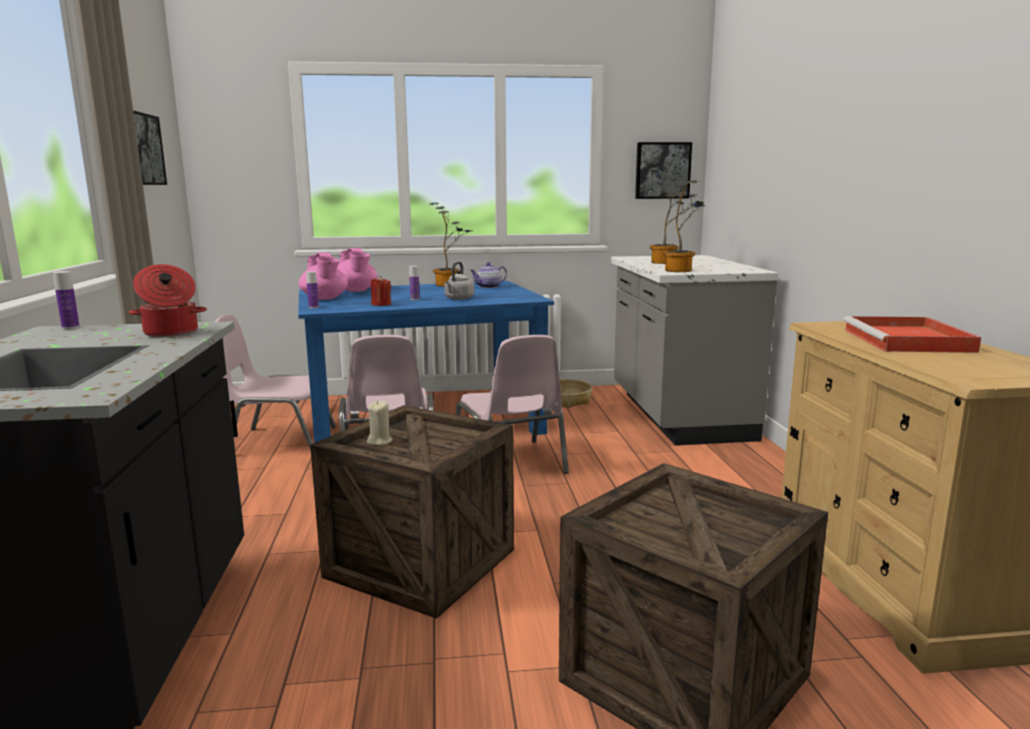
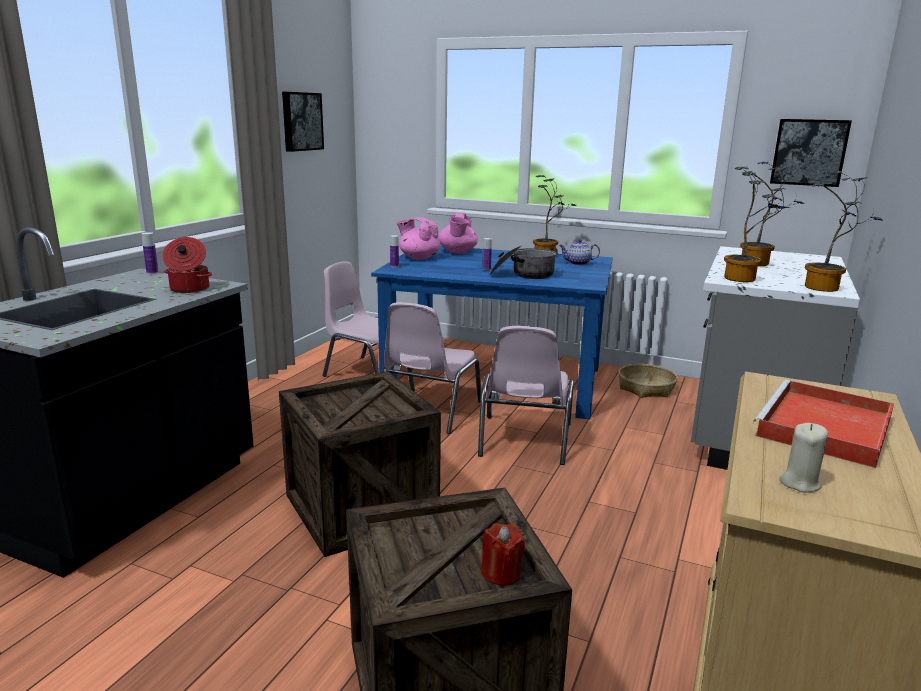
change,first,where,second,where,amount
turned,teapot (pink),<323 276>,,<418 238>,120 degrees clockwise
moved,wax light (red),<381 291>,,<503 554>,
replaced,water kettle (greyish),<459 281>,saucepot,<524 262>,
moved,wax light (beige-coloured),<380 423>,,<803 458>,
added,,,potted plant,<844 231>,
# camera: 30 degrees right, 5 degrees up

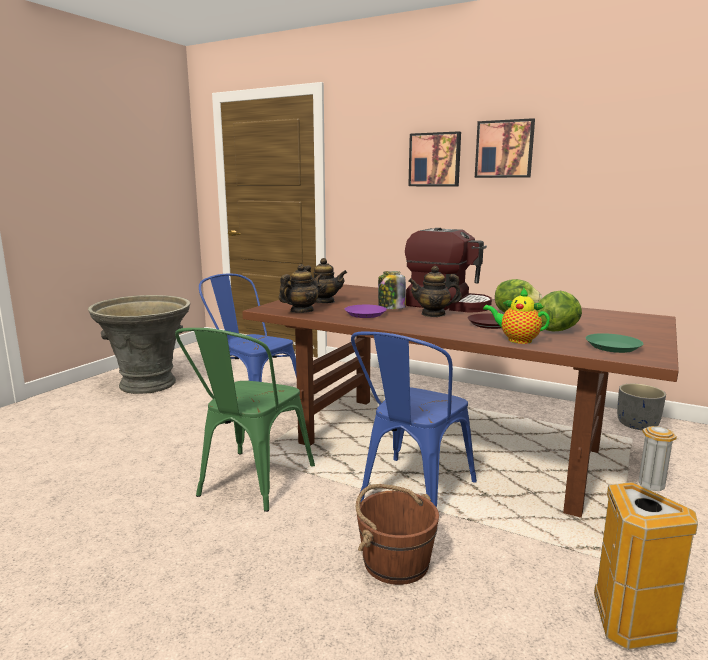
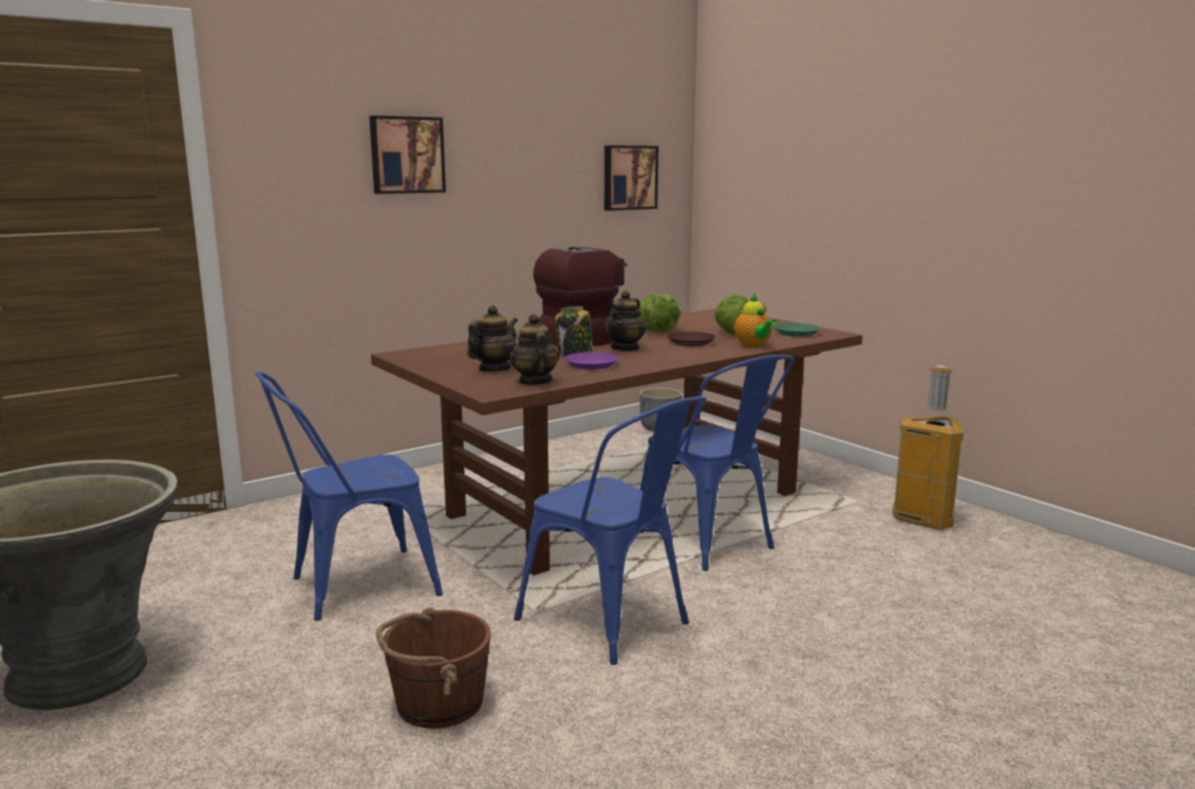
change,first,where,second,where,amount
moved,water bucket (brown),<397 534>,,<433 668>,
recoloured,plain chair (greenish),<245 420>,plain chair (blue-coloured),<610 530>,
moved,picture,<505 148>,,<631 178>,
turned,teapot,<516 316>,,<755 320>,75 degrees counterclockwise
# camera: 65 degrees left, 0 degrees up

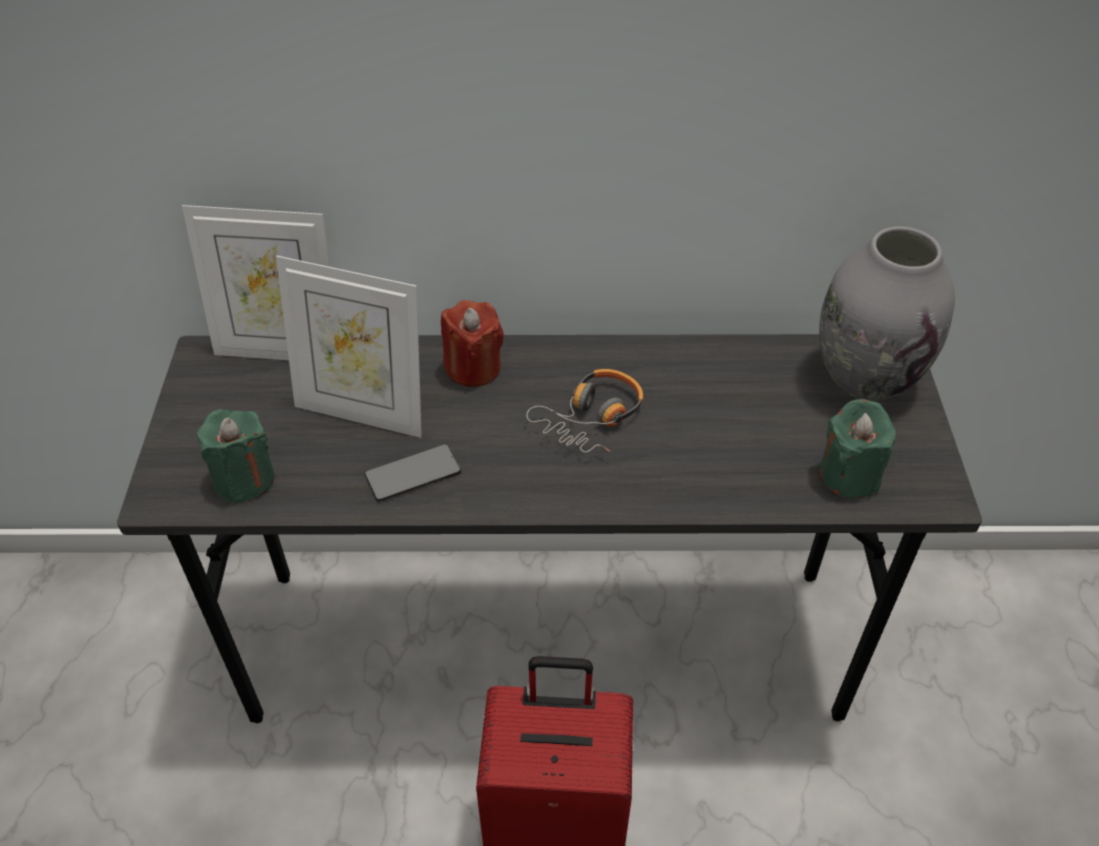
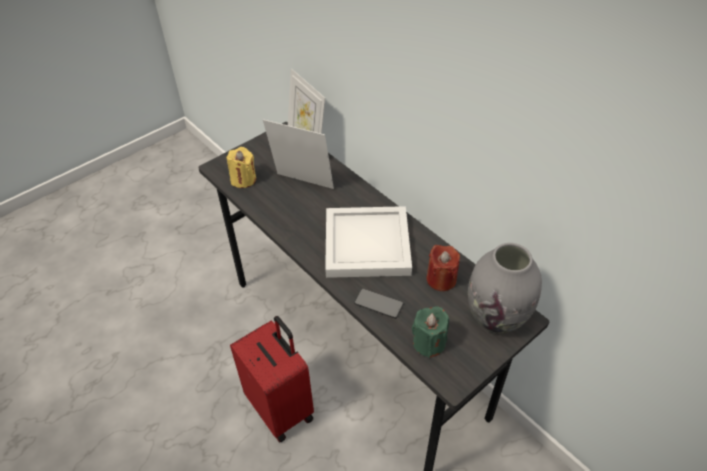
change,first,where,second,where,amount
recoloured,wax light (greenish),<236 456>,wax light (yellow),<241 167>,
turned,photo frame,<349 347>,,<298 154>,135 degrees clockwise
replaced,headphones,<585 411>,carrying tray (white-coloured),<368 242>,
moved,phone,<413 473>,,<379 303>,
moved,wax light (red),<472 343>,,<443 268>,
# camera: 50 degrees right, 0 degrees up

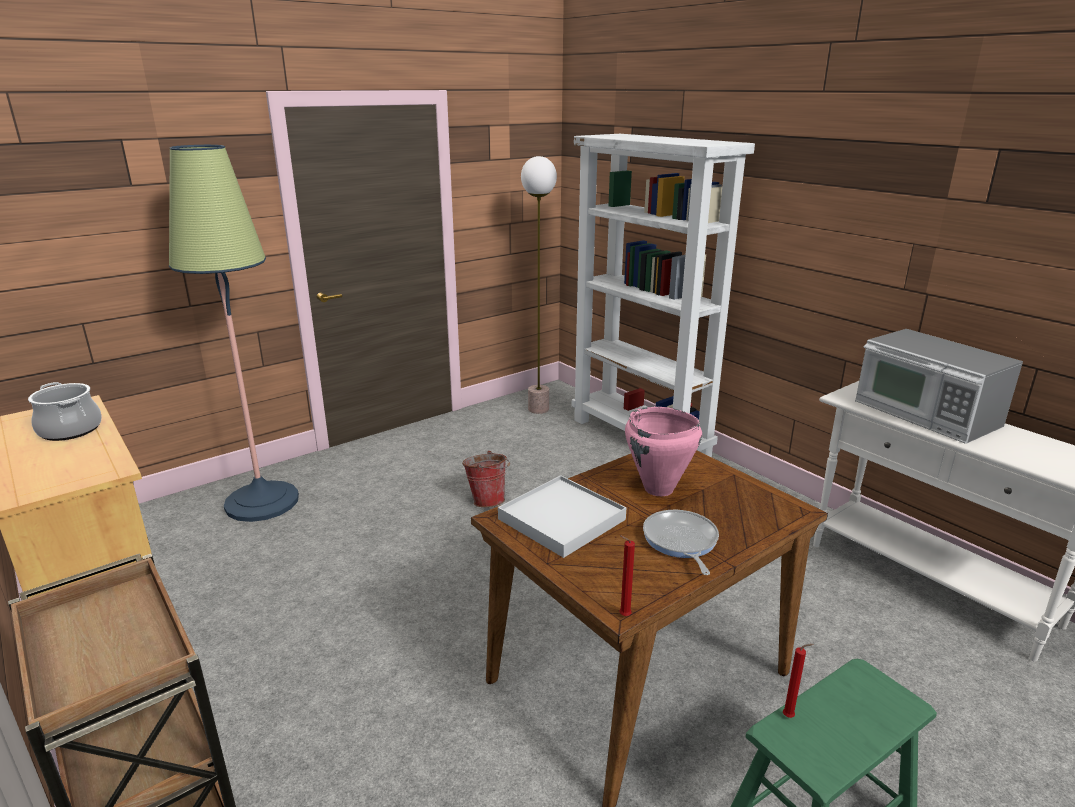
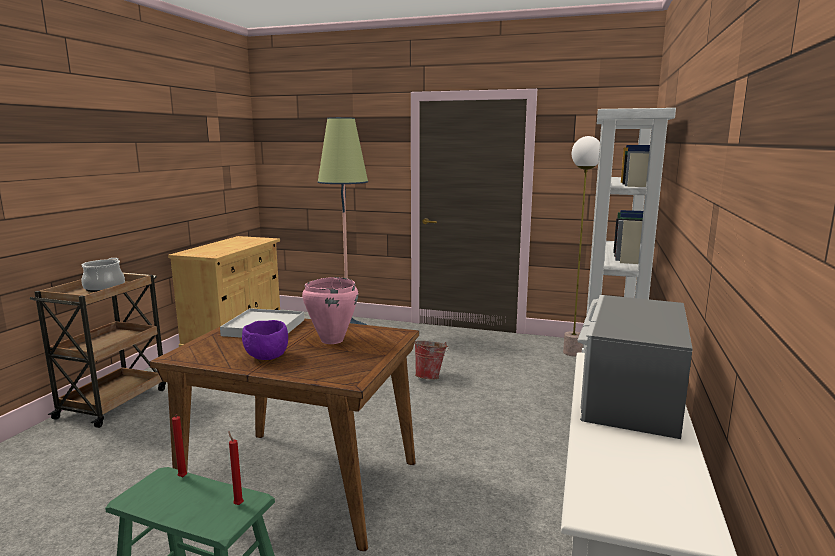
change,first,where,second,where,amount
moved,saucepot,<65 411>,,<103 275>,
moved,wax light (red),<627 575>,,<236 468>,
replaced,pan,<681 542>,bowl (purple),<265 340>,
# camera: 55 degrees right, 10 degrees down

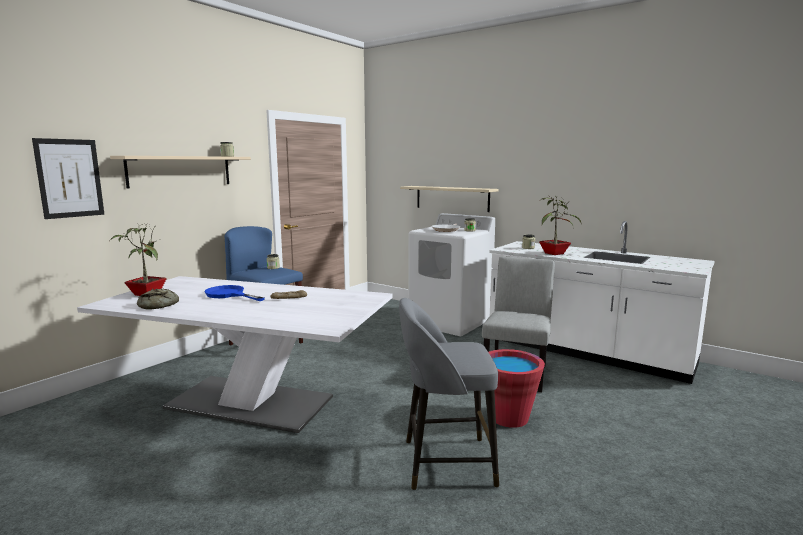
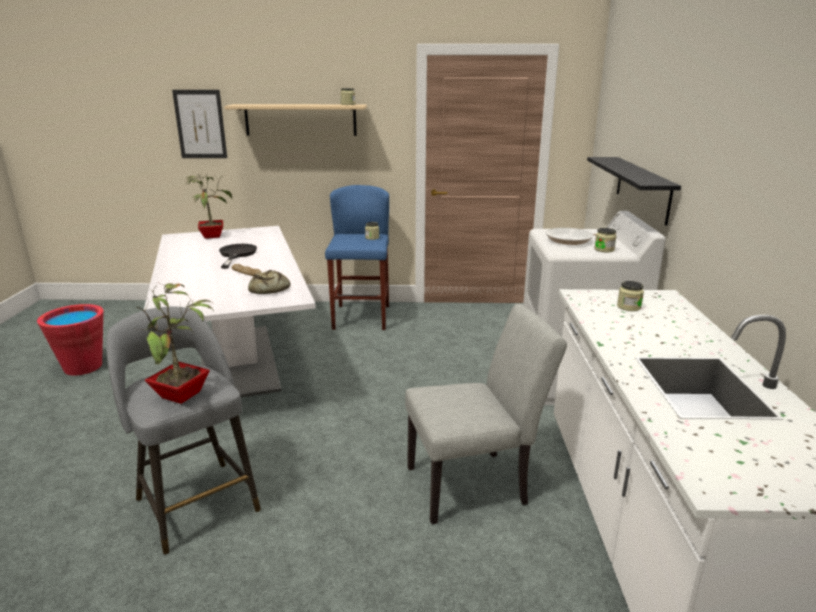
change,first,where,second,where,amount
moved,water bucket (red),<517 388>,,<70 340>,
moved,potted plant,<560 225>,,<175 343>,
recoloured,pan (blue-coloured),<234 293>,pan (black-coloured),<238 256>,
moved,bread,<158 299>,,<269 282>,
recoloured,bracket shelf (beige-coloured),<449 199>,bracket shelf (black-coloured),<634 191>,
# camera: 55 degrees right, 10 degrees up

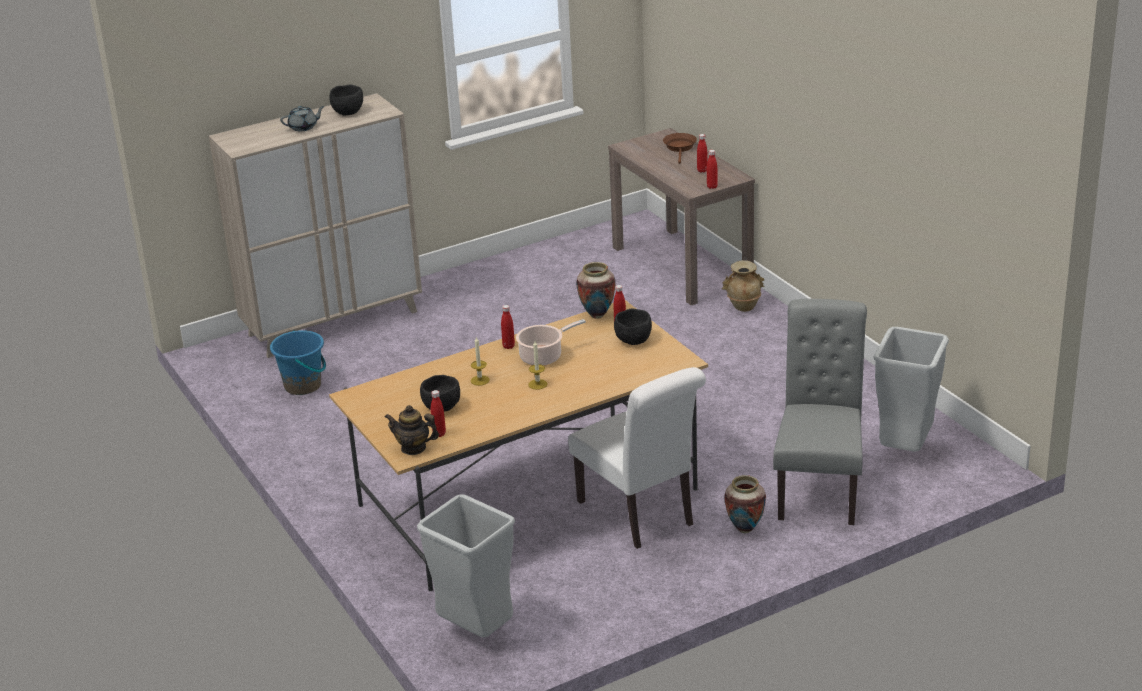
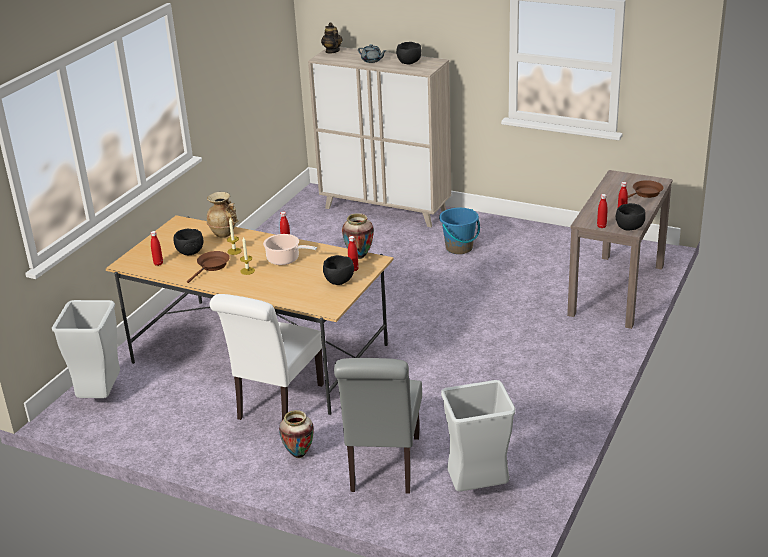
change,first,where,second,where,amount
added,,,pan (brown),<208 267>,
moved,vase (beige-coloured),<743 286>,,<223 215>,
moved,teapot,<412 430>,,<331 37>,
turned,plain chair (greyish),<820 412>,,<378 426>,120 degrees clockwise
moved,water bucket (blue-coloured),<298 362>,,<459 231>,
added,,,bowl (black-coloured),<631 217>,
# camera: 55 degrees right, 0 degrees up

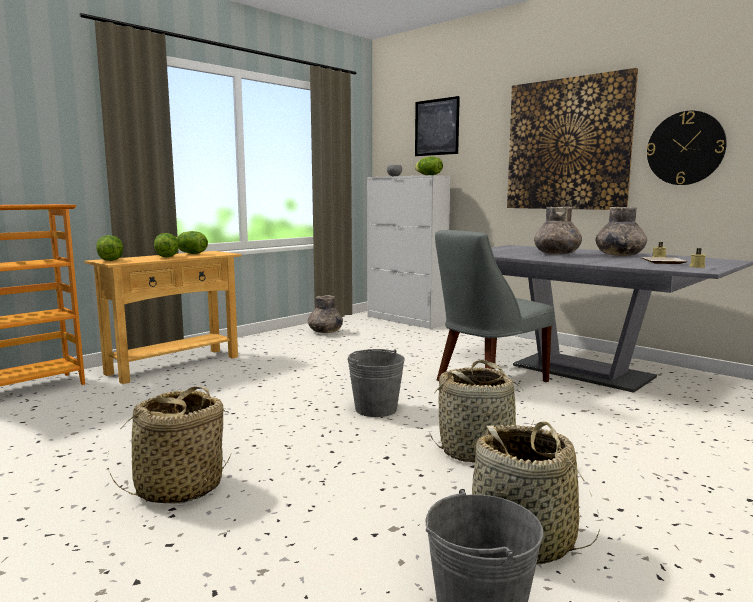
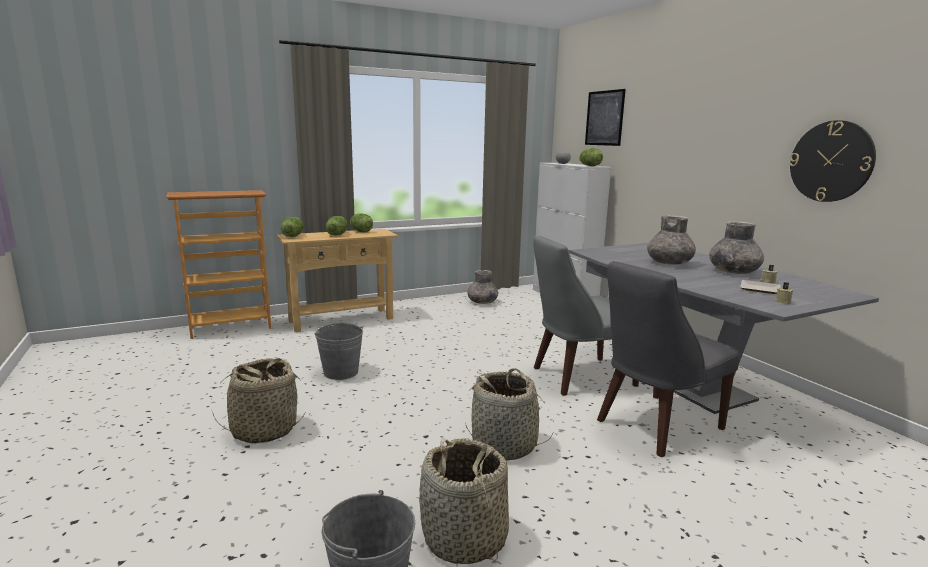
change,first,where,second,where,amount
moved,water bucket (greyish),<376 383>,,<339 351>,
added,,,plain chair (greyish),<668 359>,
removed,picture,<572 139>,,,
# camera: 20 degrees right, 5 degrees up

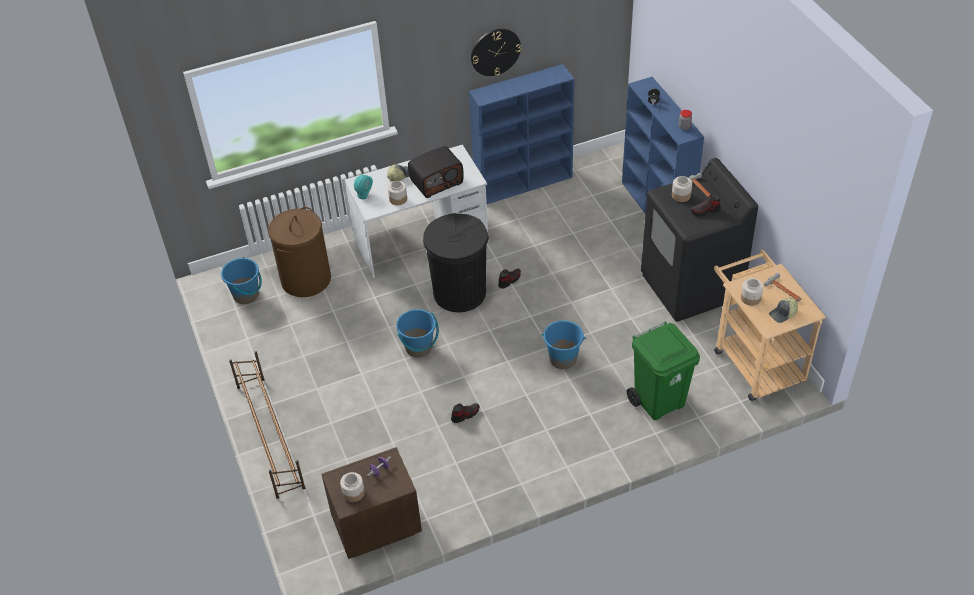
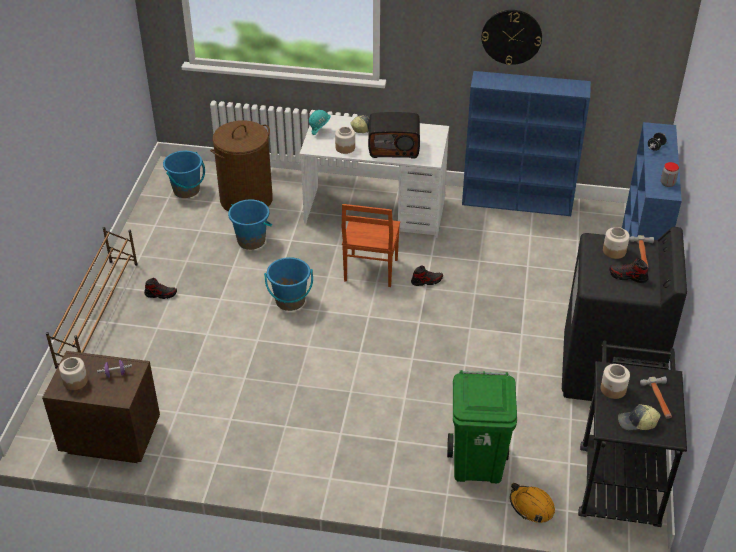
change,first,where,second,where,amount
moved,item of footwear,<465 413>,,<160 288>,
moved,water bucket (blue-coloured),<563 344>,,<250 224>,
replaced,rubbish bin (black-coloured),<456 262>,plain chair (brown),<371 245>,
added,,,safety helmet (orange-coloured),<532 503>,
recoloured,wheeled cart (beige-coloured),<770 325>,wheeled cart (black-coloured),<632 433>,
# camera: 30 degrees right, 5 degrees down

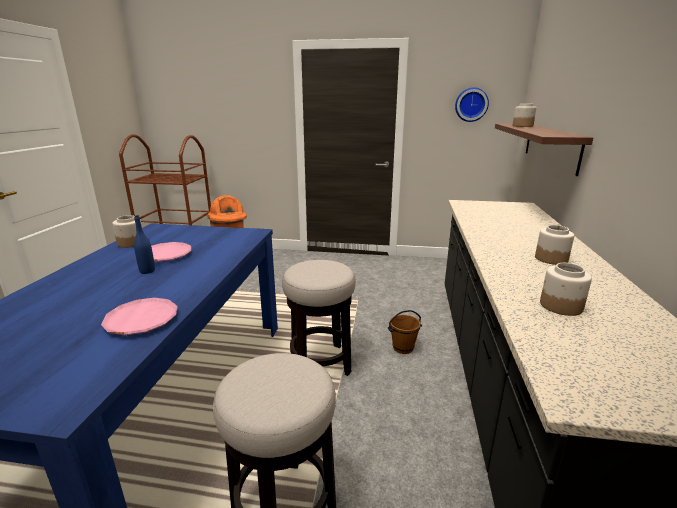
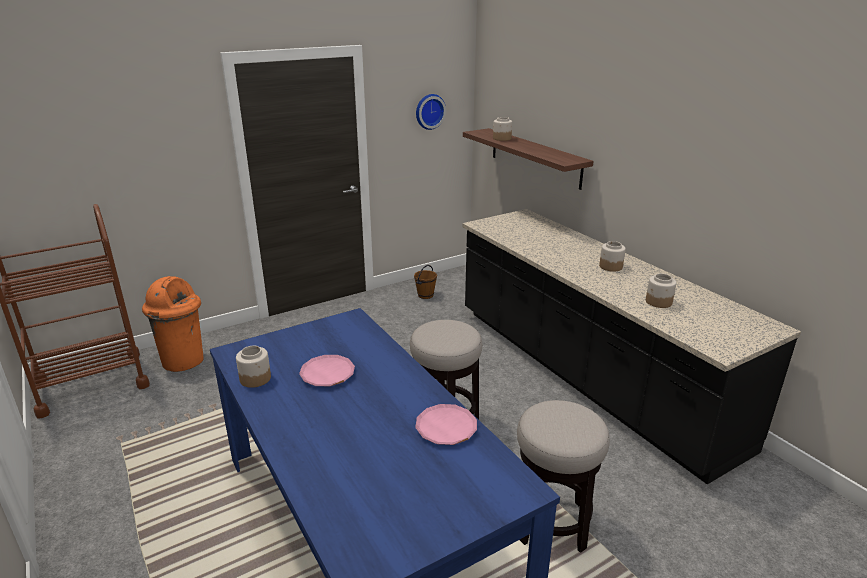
change,first,where,second,where,amount
moved,water bucket (brown),<405 332>,,<425 282>,
removed,beverage bottle (blue-coloured),<144 244>,,,
# camera: 40 degrees left, 5 degrees up

